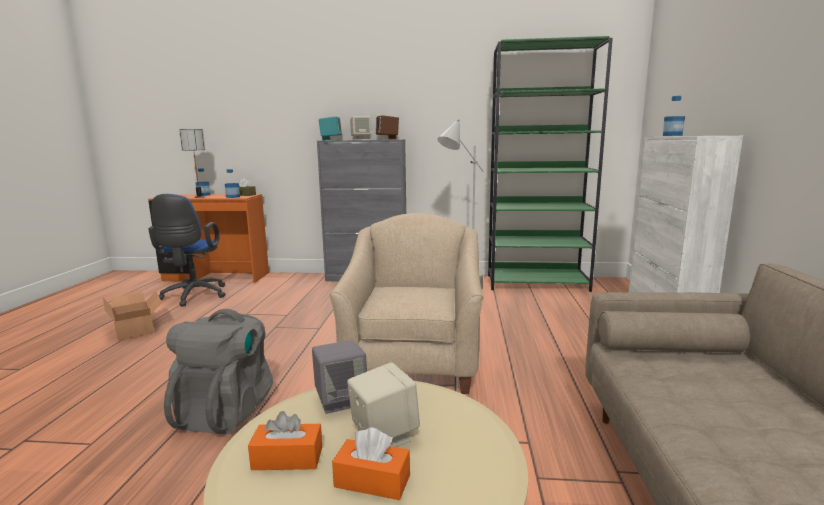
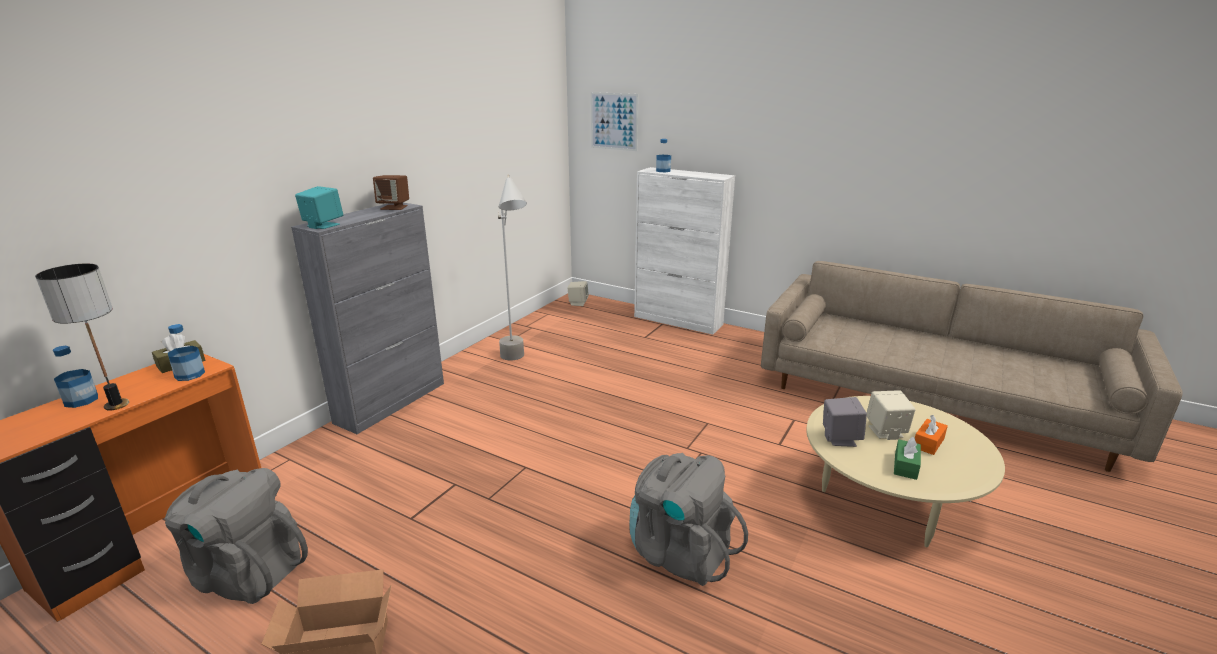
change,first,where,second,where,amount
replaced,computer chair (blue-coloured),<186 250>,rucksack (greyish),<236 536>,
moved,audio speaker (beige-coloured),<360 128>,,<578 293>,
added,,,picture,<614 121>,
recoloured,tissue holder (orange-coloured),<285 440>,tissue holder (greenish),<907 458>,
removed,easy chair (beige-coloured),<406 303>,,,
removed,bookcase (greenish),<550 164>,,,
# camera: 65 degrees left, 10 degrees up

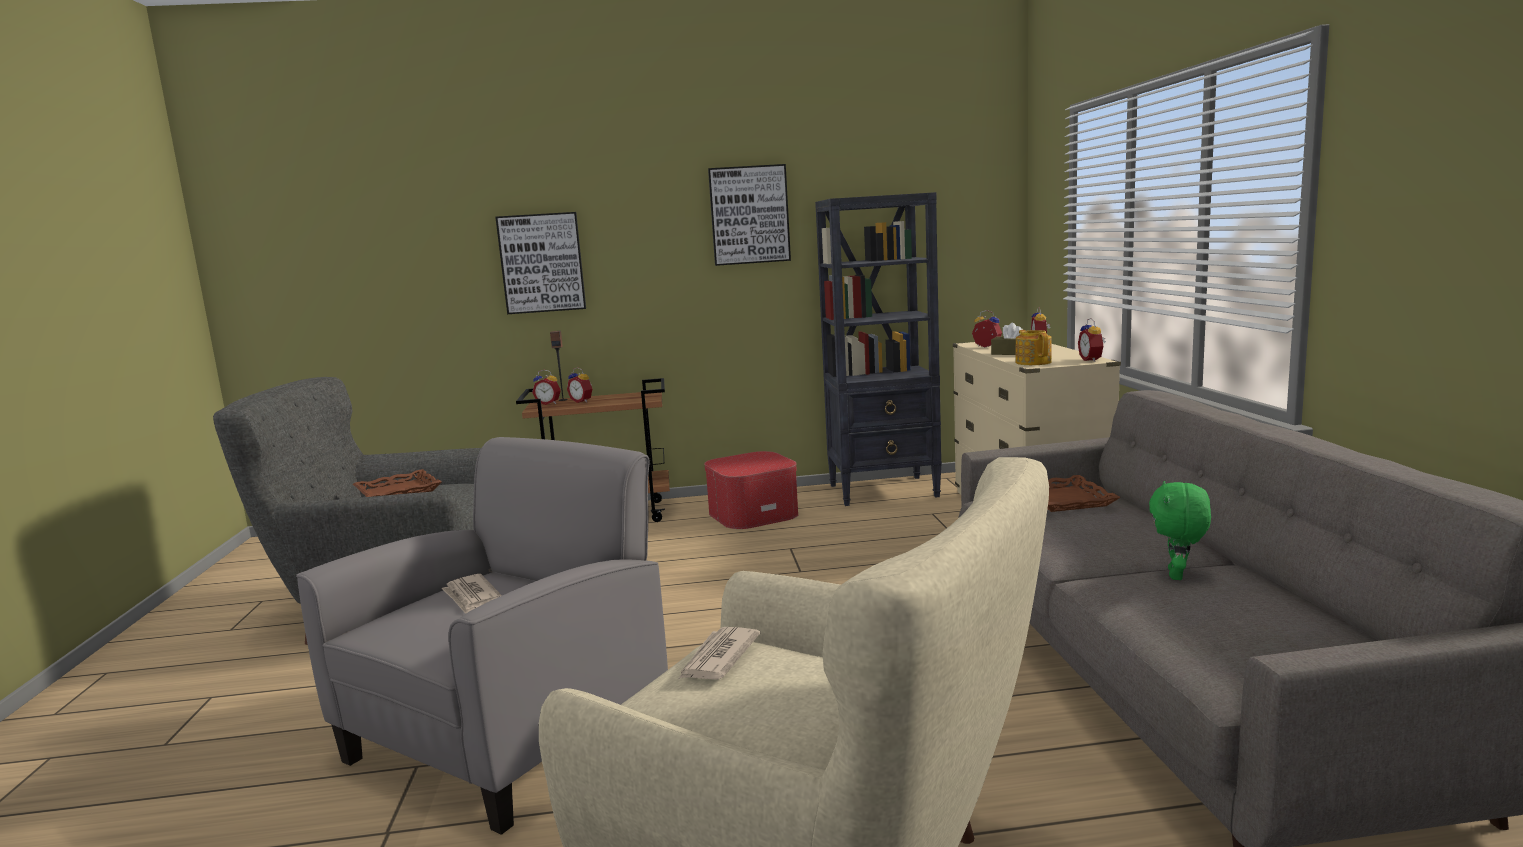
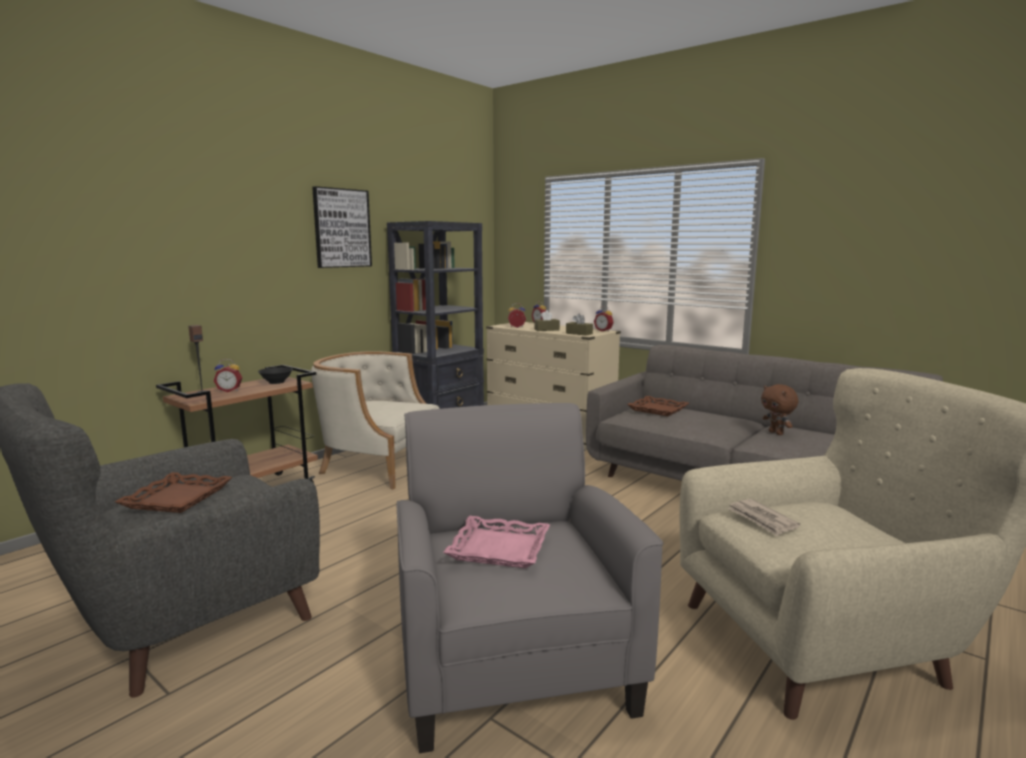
change,first,where,second,where,amount
added,,,bowl (black-coloured),<275 375>,
replaced,ottoman,<751 490>,easy chair (beige-coloured),<375 420>,
replaced,newspaper,<471 594>,carrying tray (pink),<496 542>,
replaced,teapot,<1033 347>,tissue holder (brown),<579 324>,
recoloured,plush toy (greenish),<1180 530>,plush toy (brown),<779 409>,
removed,picture,<540 263>,,,
removed,bedside clock,<546 387>,,,
# camera: 45 degrees left, 0 degrees up

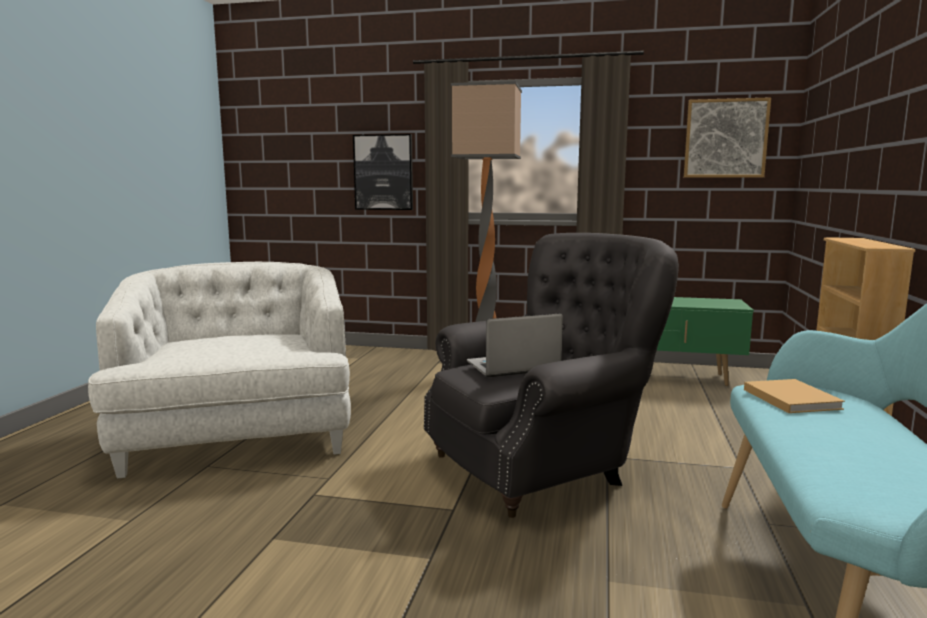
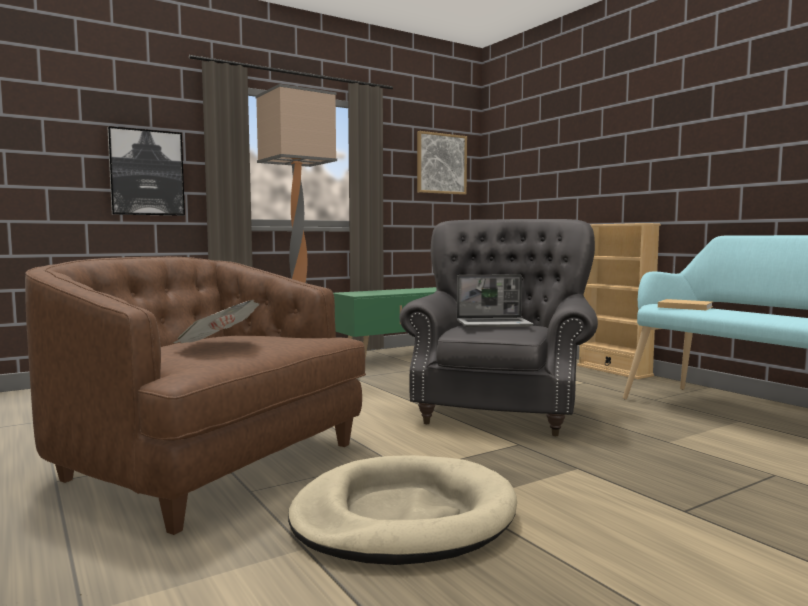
change,first,where,second,where,amount
recoloured,easy chair (white-coloured),<219 370>,easy chair (brown),<195 395>,
added,,,newspaper,<216 321>,
added,,,dog cushion (beige-coloured),<402 510>,
turned,portable computer,<515 345>,,<495 300>,120 degrees counterclockwise
# camera: 45 degrees left, 5 degrees down

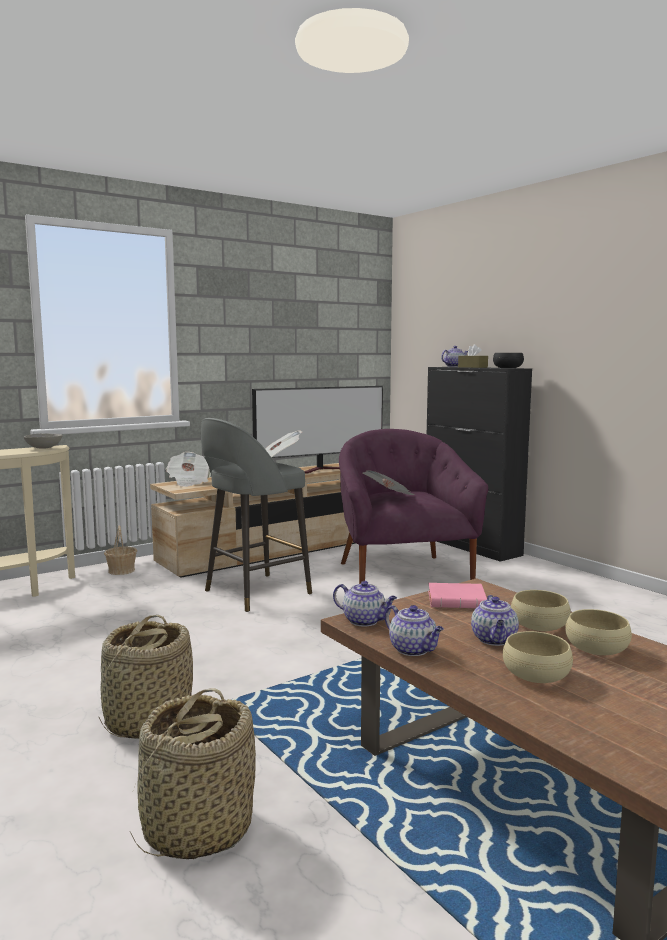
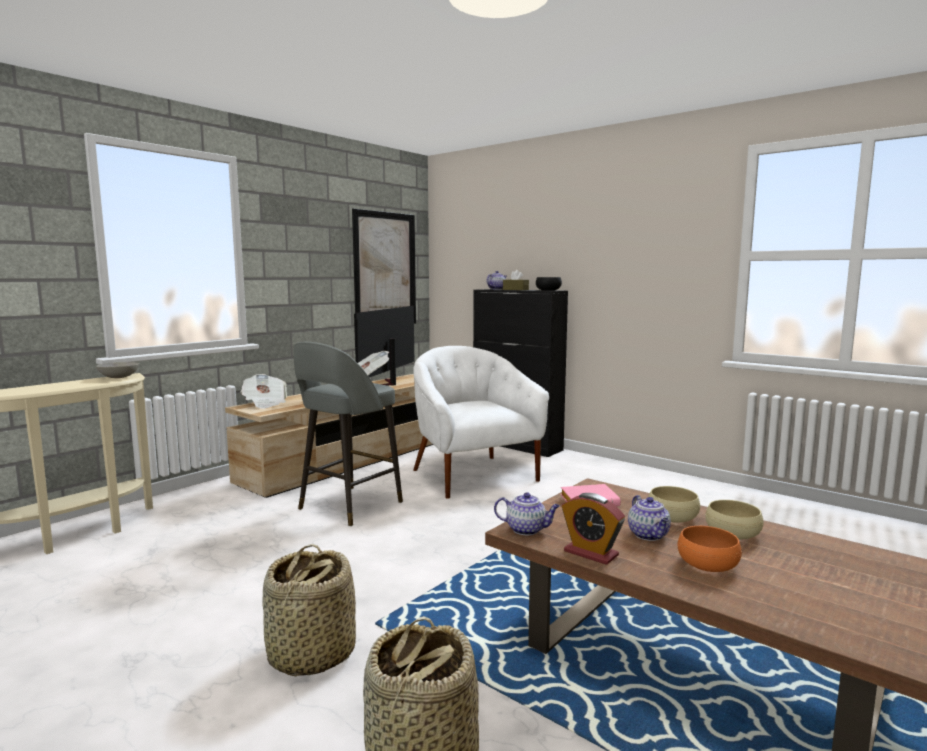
change,first,where,second,where,amount
added,,,picture,<384 266>,
turned,TV set,<317 429>,,<384 346>,150 degrees clockwise
recoloured,easy chair (purple),<413 506>,easy chair (white-coloured),<481 422>,
replaced,teapot,<414 630>,bedside clock,<593 529>,
recoloured,bowl (beige-coloured),<538 657>,bowl (orange-coloured),<710 549>,
removed,basket,<120 550>,,,
removed,newspaper,<389 482>,,,
# camera: 15 degrees left, 0 degrees up

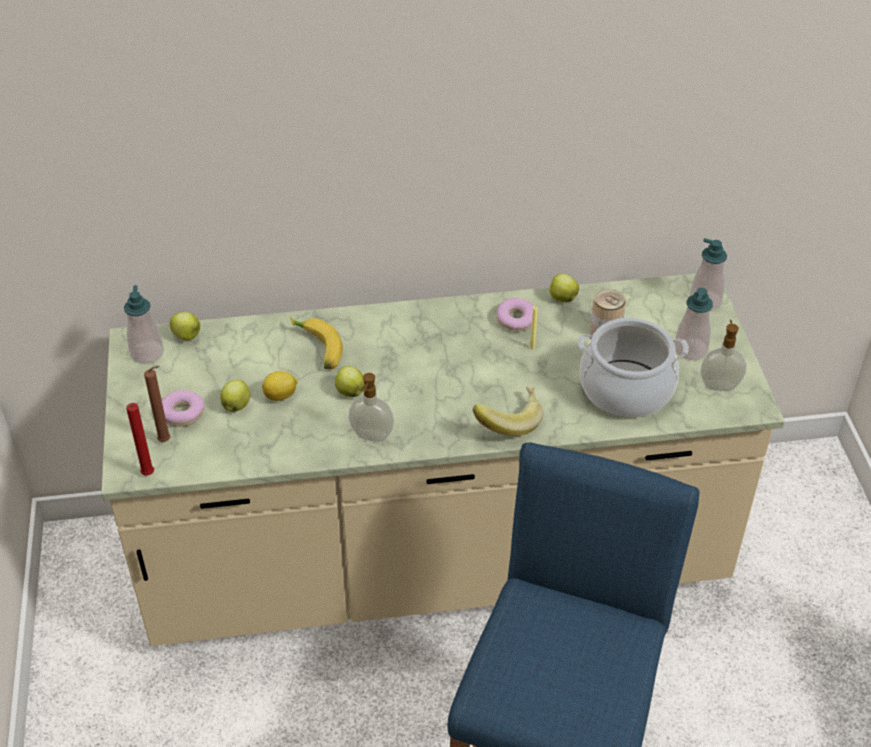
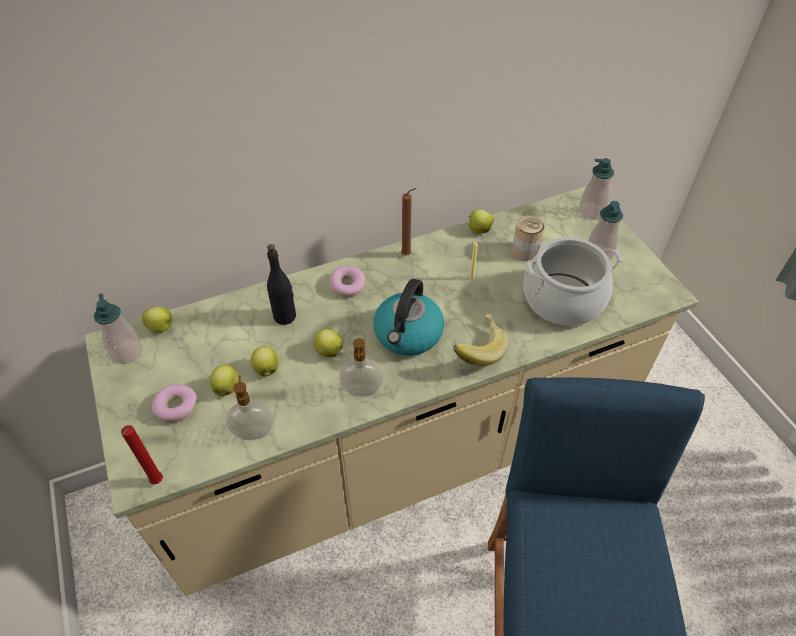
change,first,where,second,where,amount
moved,soap bottle,<723 355>,,<250 408>,
replaced,whole lemon,<280 386>,apple fruit,<264 361>,
replaced,banana fruit,<316 343>,beverage bottle (black-coloured),<281 284>,
moved,doughnut,<515 314>,,<347 281>,
added,,,water kettle,<408 317>,
moved,wax light (brown),<157 404>,,<409 222>,
# camera: 15 degrees left, 5 degrees up

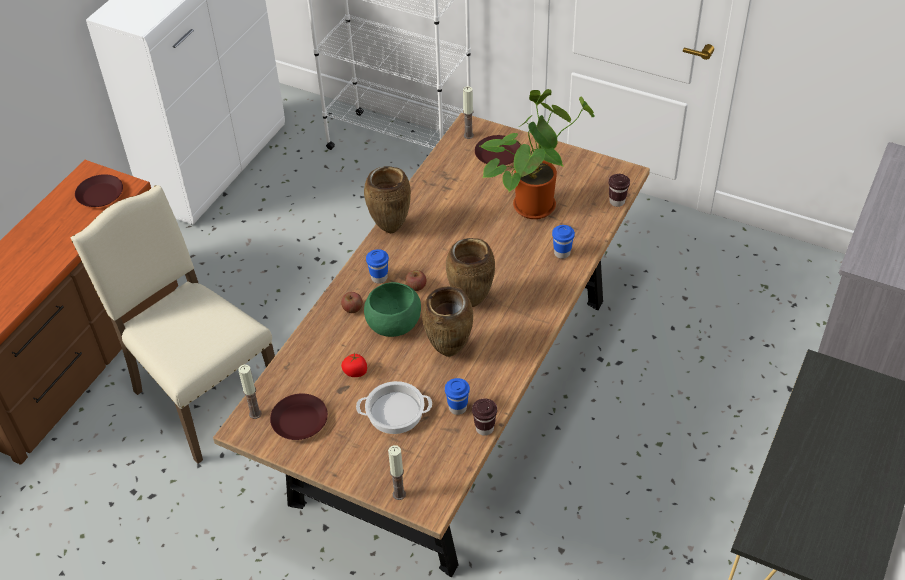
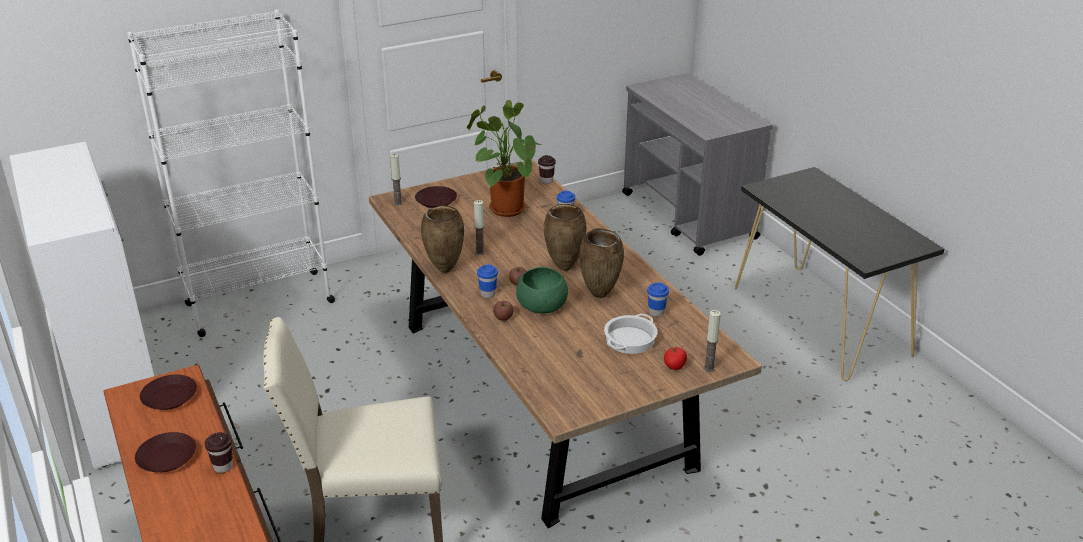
change,first,where,second,where,amount
moved,flat dish (brown),<299 416>,,<165 452>,
moved,small cup (brown),<484 417>,,<219 452>,
moved,wax light,<250 391>,,<479 227>,
moved,tomato,<354 365>,,<675 358>,
# camera: 55 degrees left, 15 degrees down

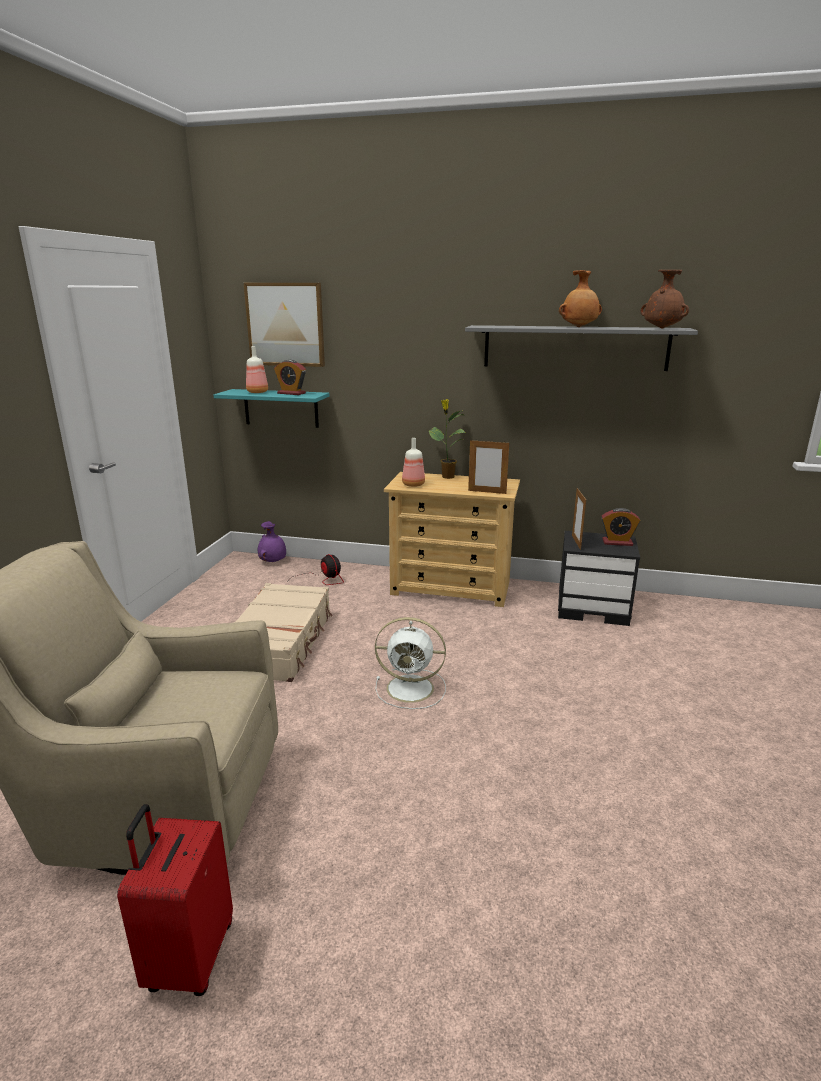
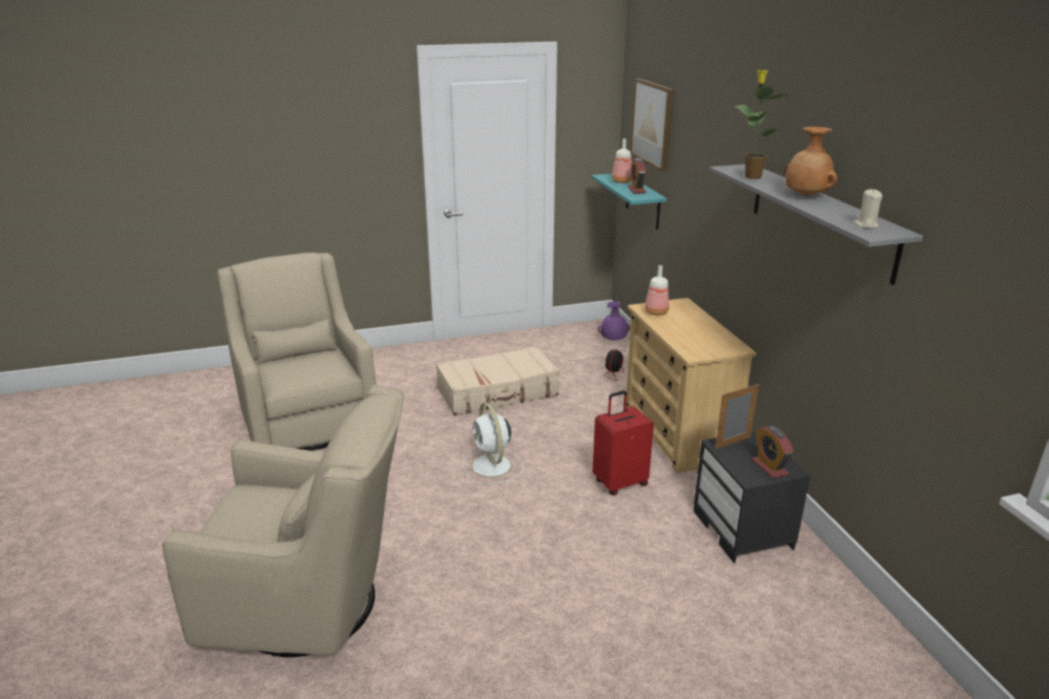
change,first,where,second,where,amount
added,,,easy chair (beige-coloured),<283 521>,
moved,suitcase (red),<175 900>,,<623 443>,
moved,potted plant,<447 439>,,<764 124>,
replaced,vase (brown),<664 299>,wax light (beige-coloured),<868 208>,
removed,photo frame,<488 467>,,,
# camera: 60 degrees right, 5 degrees up

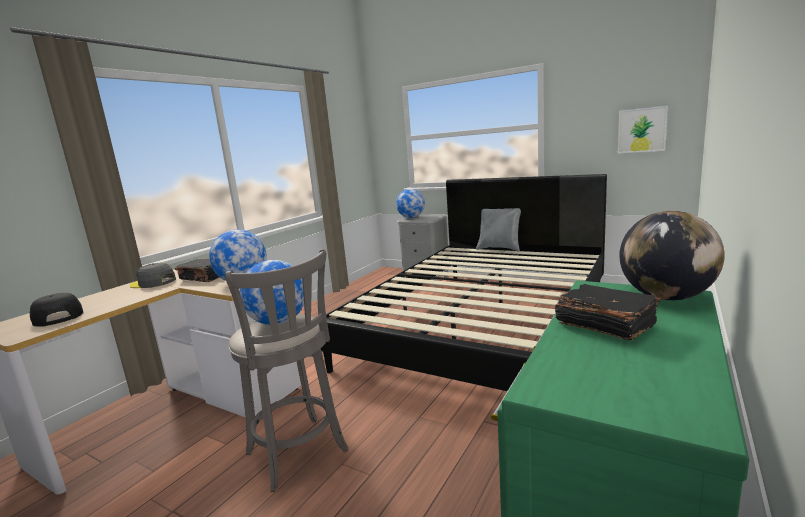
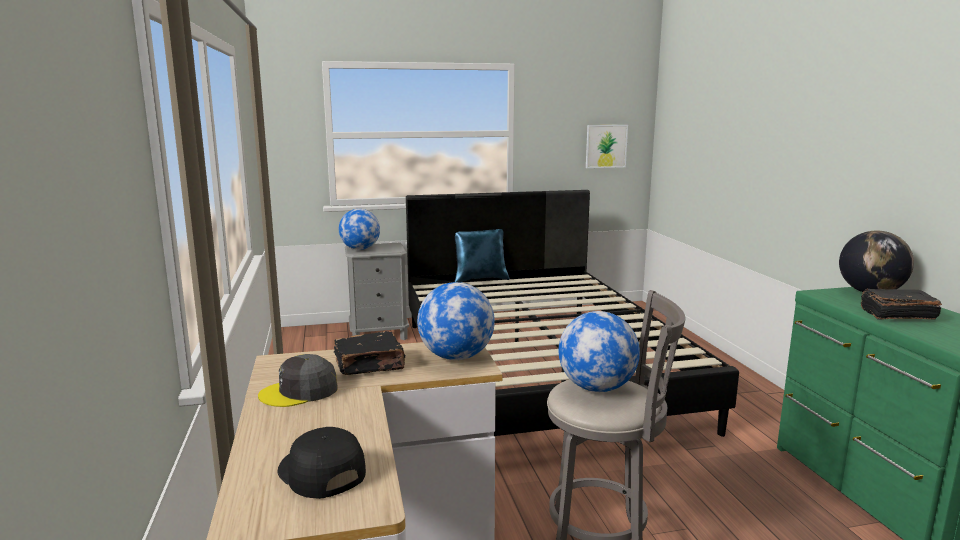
change,first,where,second,where,amount
turned,cap (black-coloured),<56 310>,,<321 463>,45 degrees clockwise
recoloured,cushion (greyish),<498 229>,cushion (blue-coloured),<482 255>,
# camera: 45 degrees left, 0 degrees up

